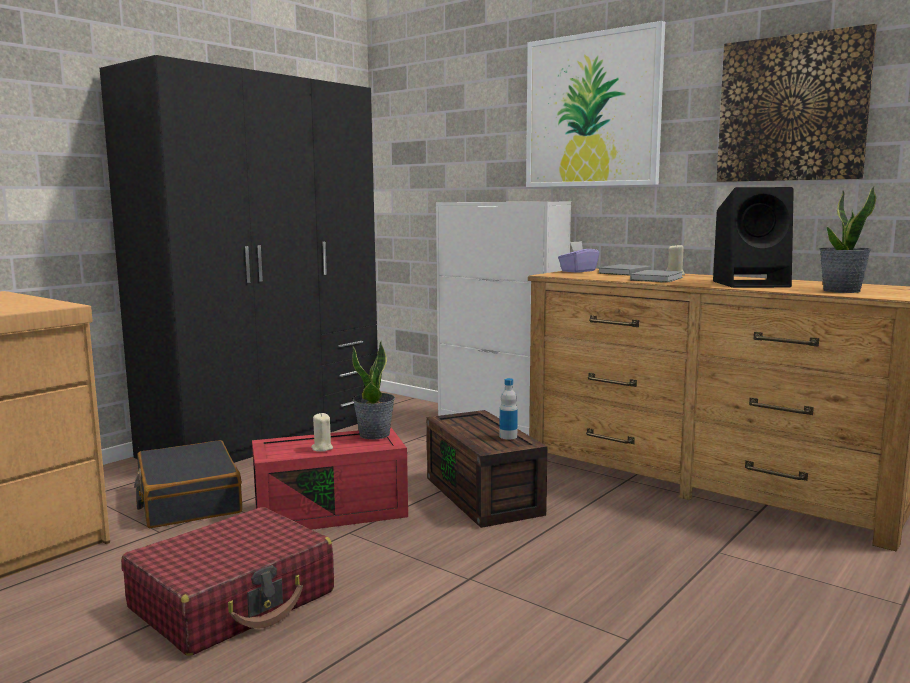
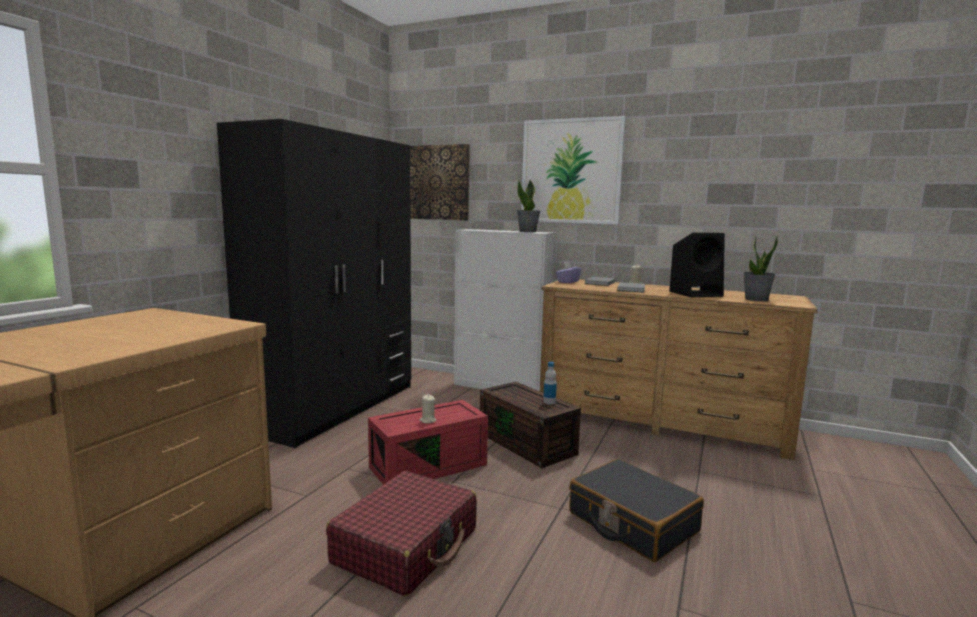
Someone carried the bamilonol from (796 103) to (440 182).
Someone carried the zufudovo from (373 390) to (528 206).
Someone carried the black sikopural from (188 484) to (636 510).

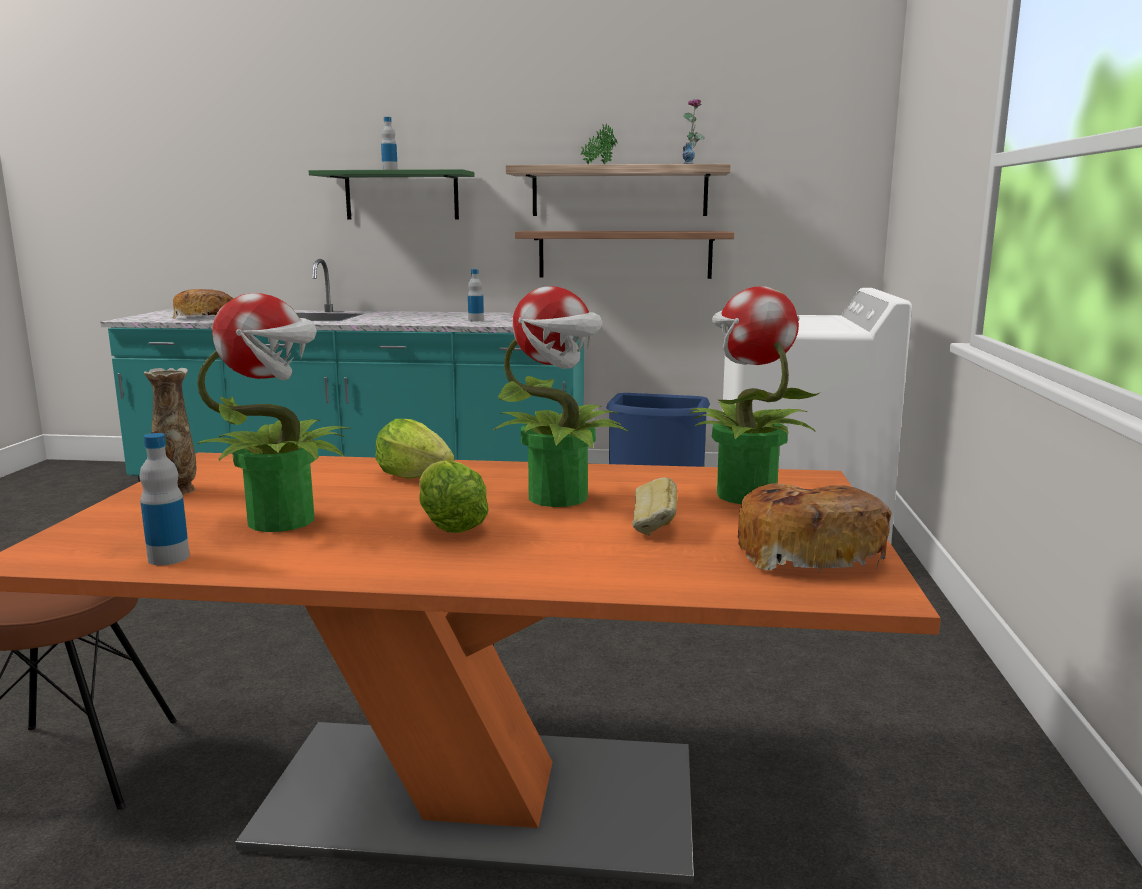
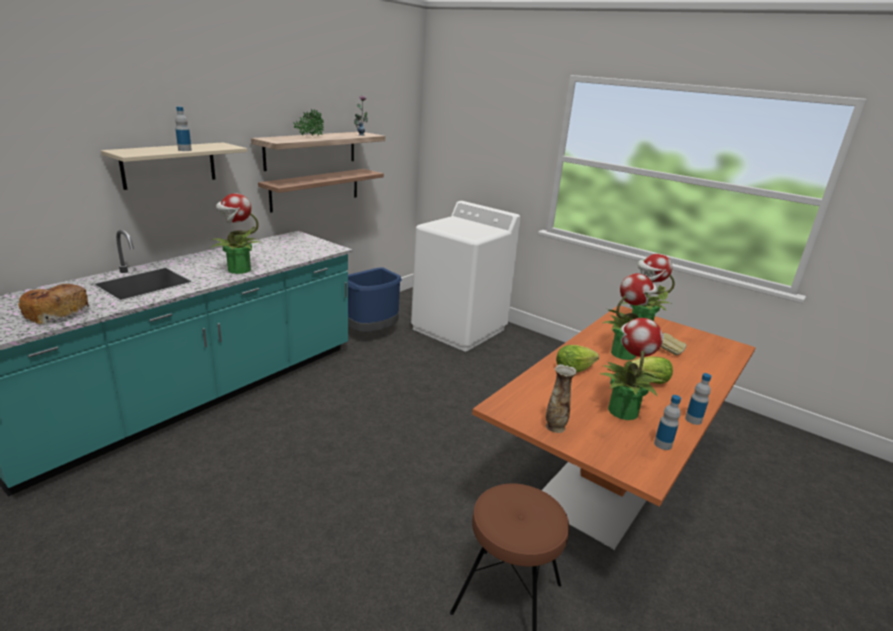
Someone repainted the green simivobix at (392 194), which became the beige simivobix at (174 166).
Someone put down the zufudovo at (235 233).
Someone carried the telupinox from (476 295) to (698 399).
Someone took away the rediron at (814 527).

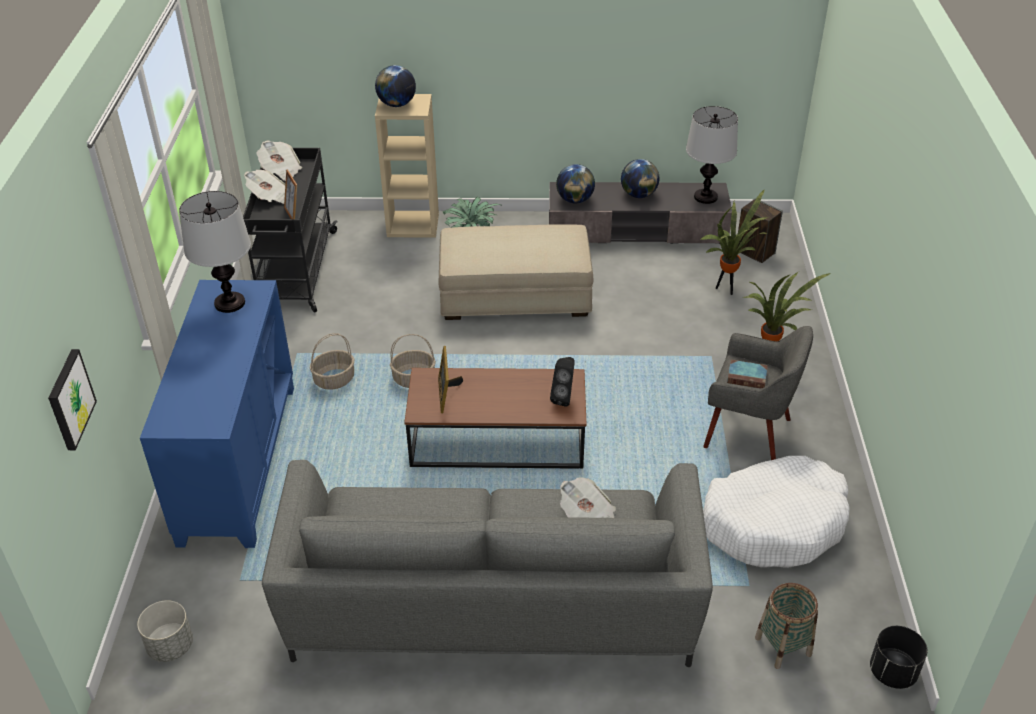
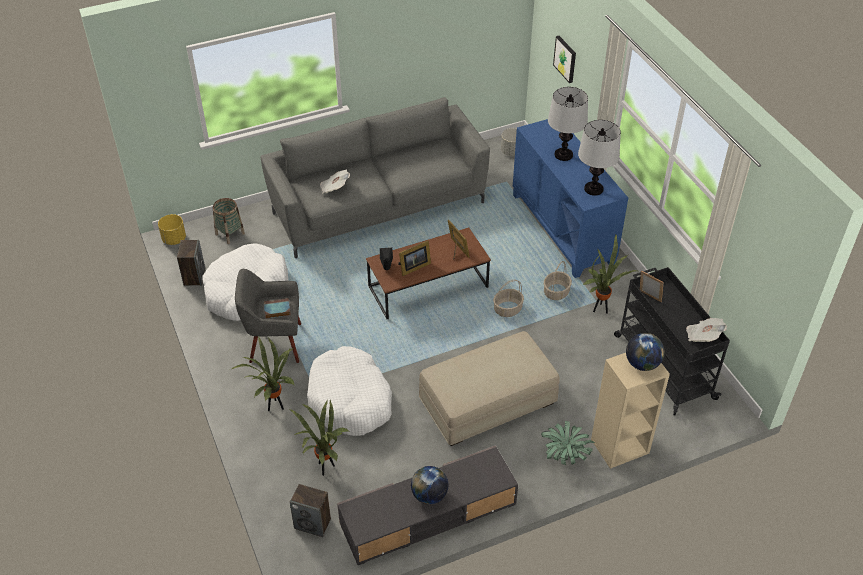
Someone repainted the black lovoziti at (898 657), which became the yellow lovoziti at (172 229).
Someone put down the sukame at (191 263).
Someone put down the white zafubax at (349 391).
Someone put down the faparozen at (414 258).
Someone carried the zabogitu from (712 155) to (568 124).
Someone put down the zufudovo at (610 274).
Someone took away the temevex at (264 187).
Someone took away the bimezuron at (575 183).

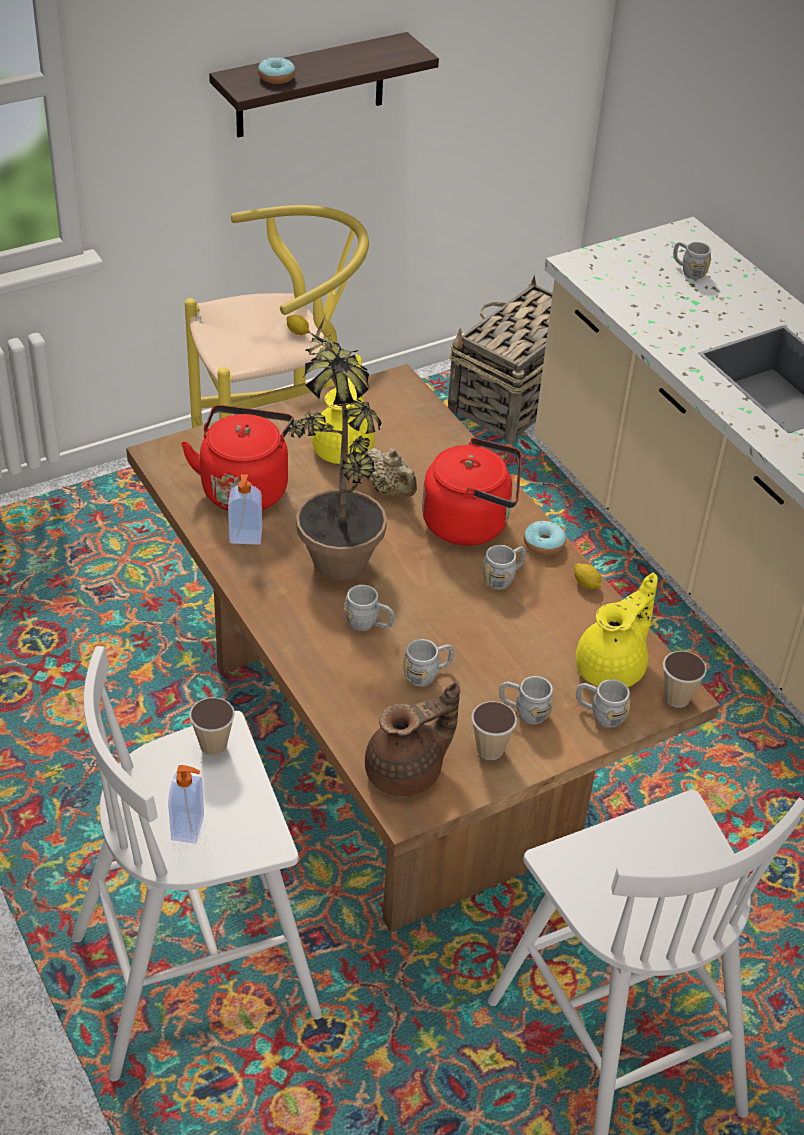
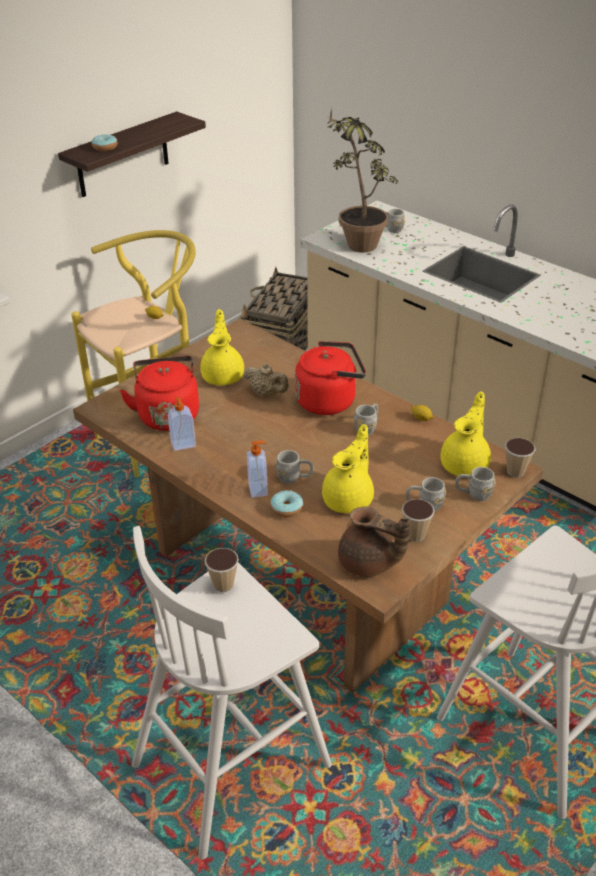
Someone carried the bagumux from (186 804) to (257 469).
Someone carried the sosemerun from (545 538) to (286 503).
Someone swapped the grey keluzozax at (428 663) for the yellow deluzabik at (348 468).
Someone carried the zufudovo from (339 445) to (362 180).
Someone rotated the brown deluzabik at (412 739) by 75 degrees clockwise.

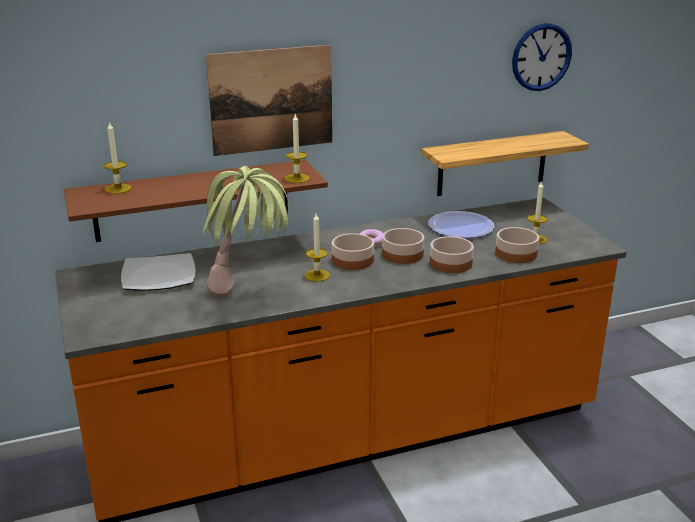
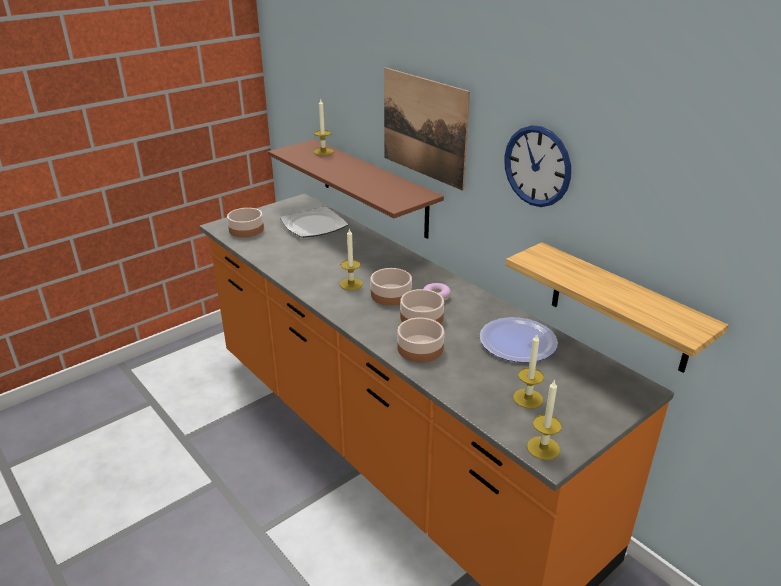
Someone carried the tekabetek from (517 245) to (245 223).
Someone carried the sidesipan from (542 57) to (537 166).
Someone carried the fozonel from (297 148) to (544 419).
Someone took away the zufudovo at (246 231).

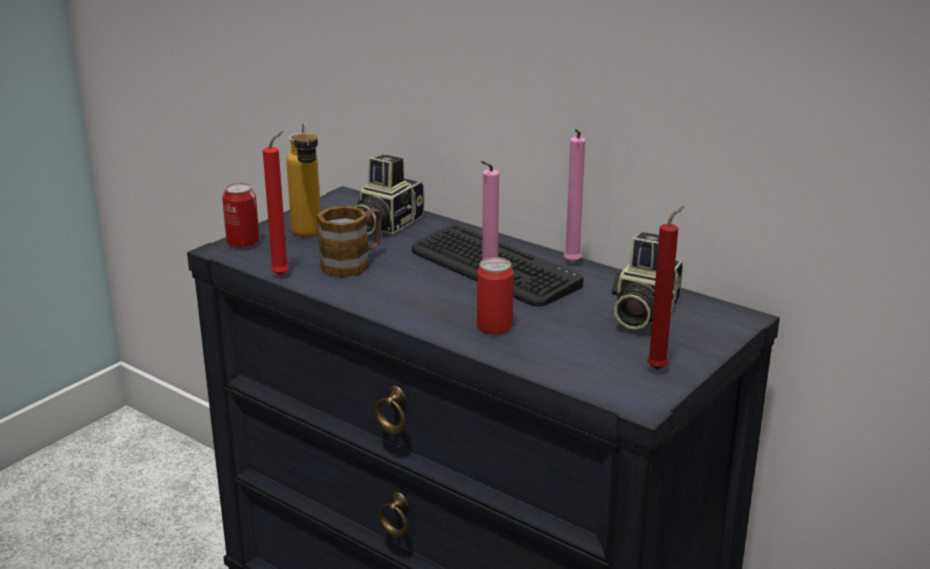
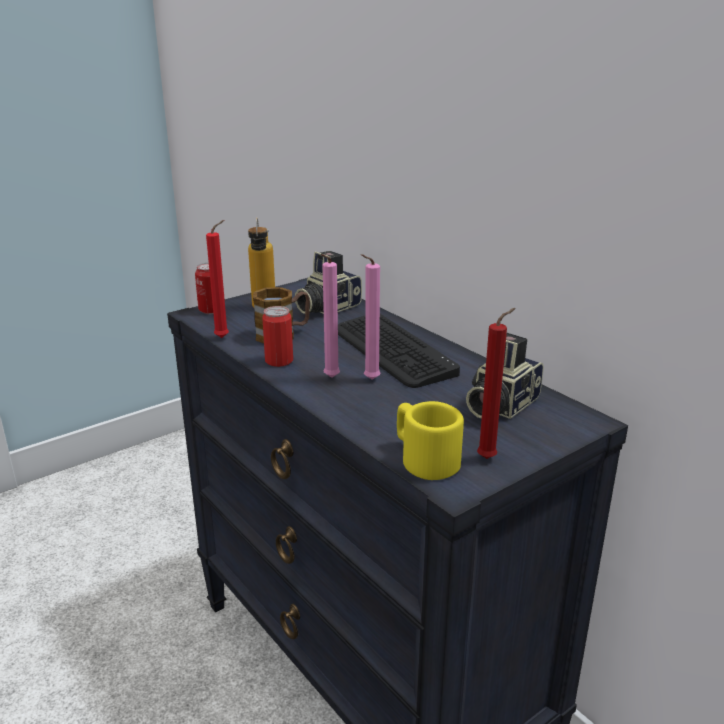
Someone carried the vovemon from (495 295) to (277 336).
Someone carried the pink fozonel from (574 196) to (330 316).
Someone put down the yellow keluzozax at (430 440).

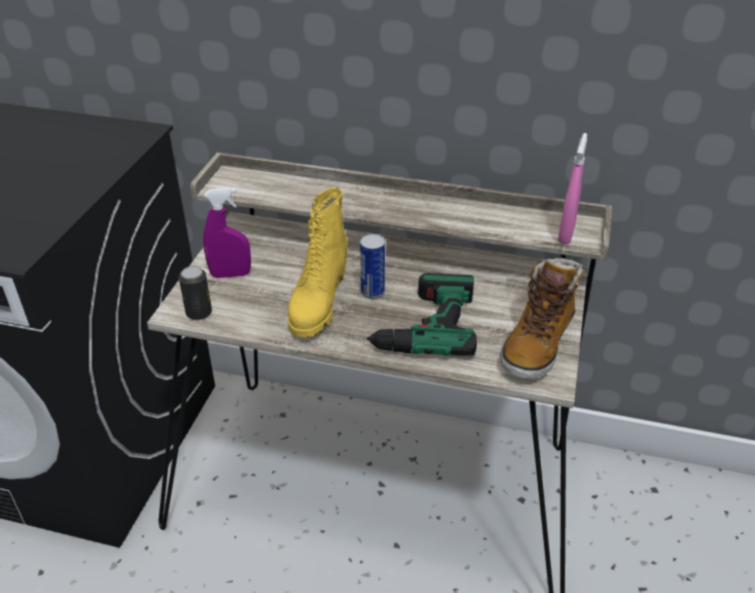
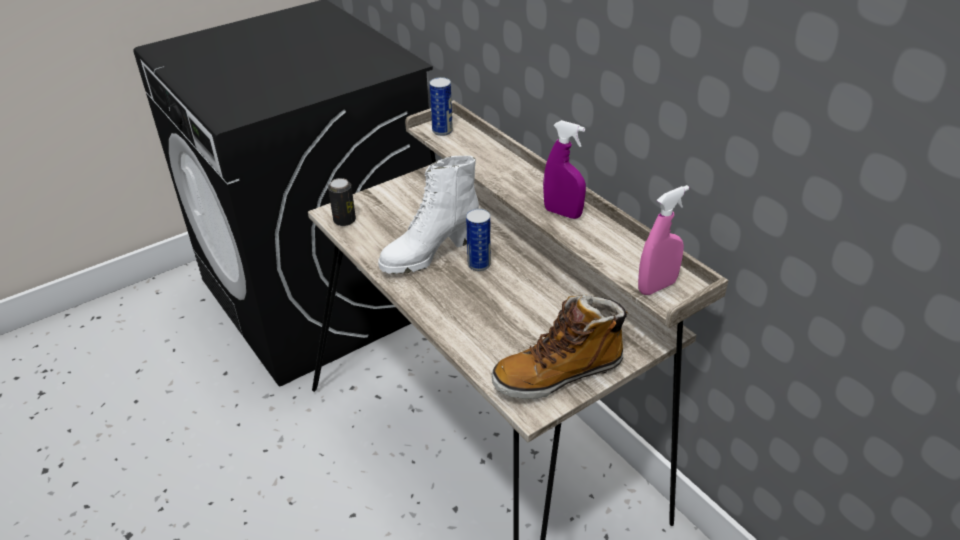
Someone repainted the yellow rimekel at (318 263), which became the white rimekel at (428 215).
Someone put down the vovemon at (441 106).
Someone carried the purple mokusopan from (227 233) to (564 169).
Someone took away the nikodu at (410 314).

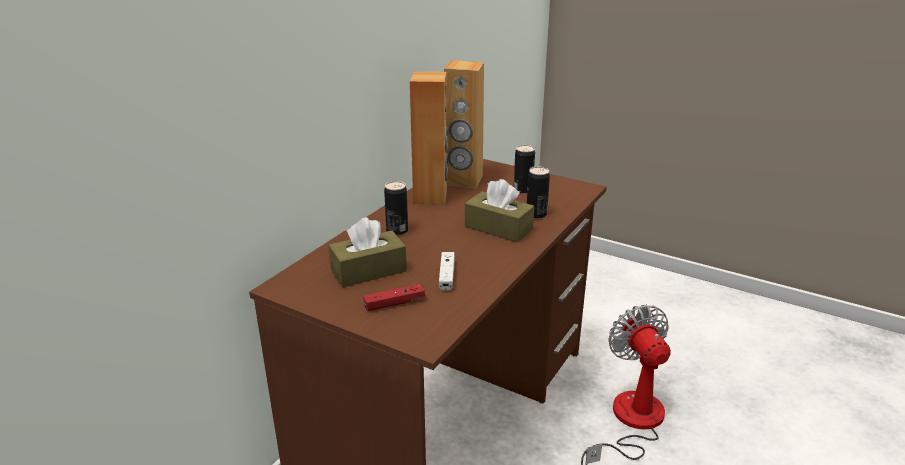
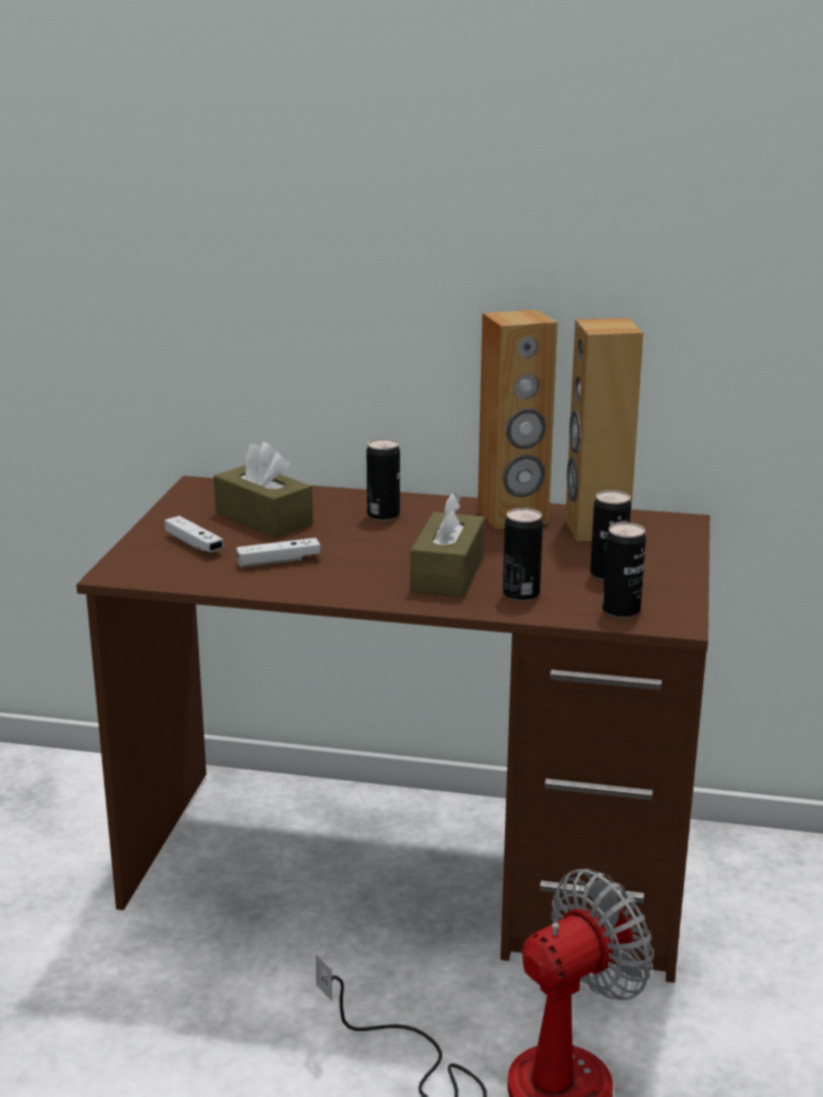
Someone repainted the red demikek at (394 297), which became the white demikek at (194 534).
Someone put down the vovemon at (624 570).

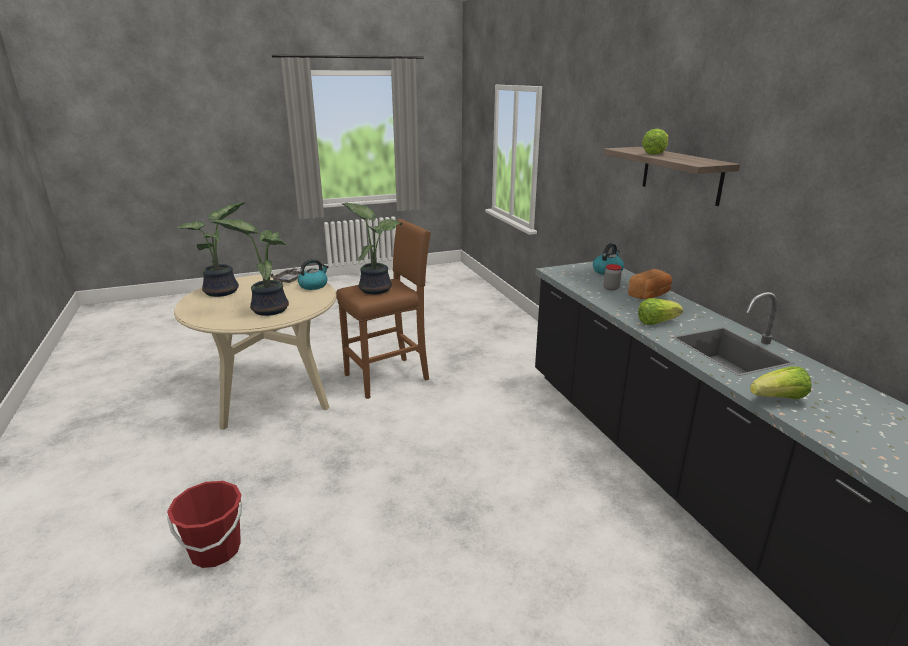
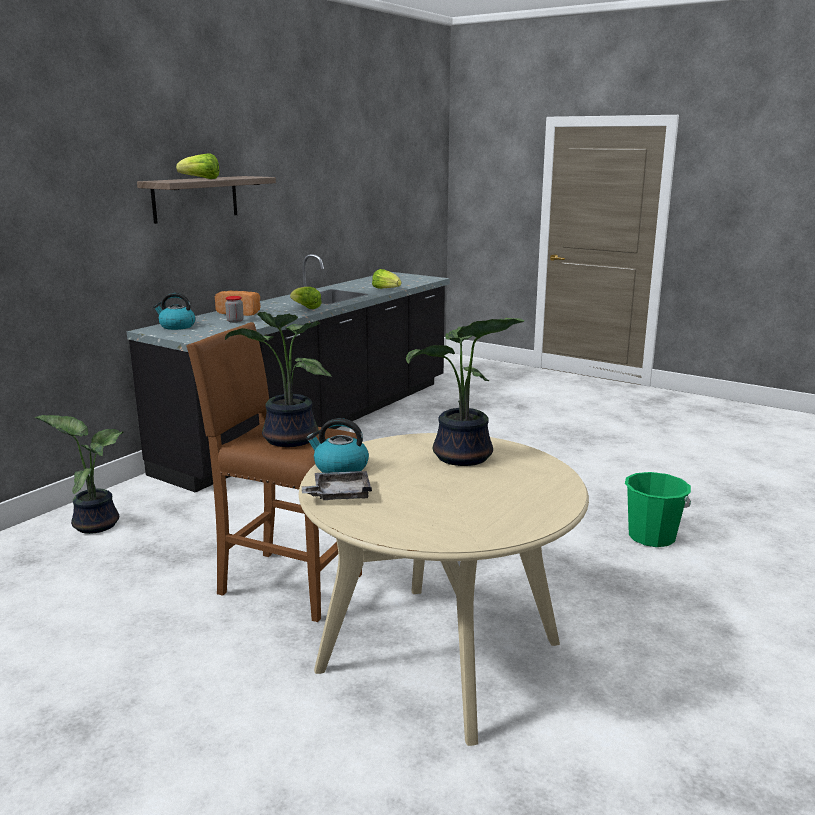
Someone carried the zufudovo from (211 249) to (79 474).
Someone repainted the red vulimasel at (204 524), which became the green vulimasel at (658 509).

